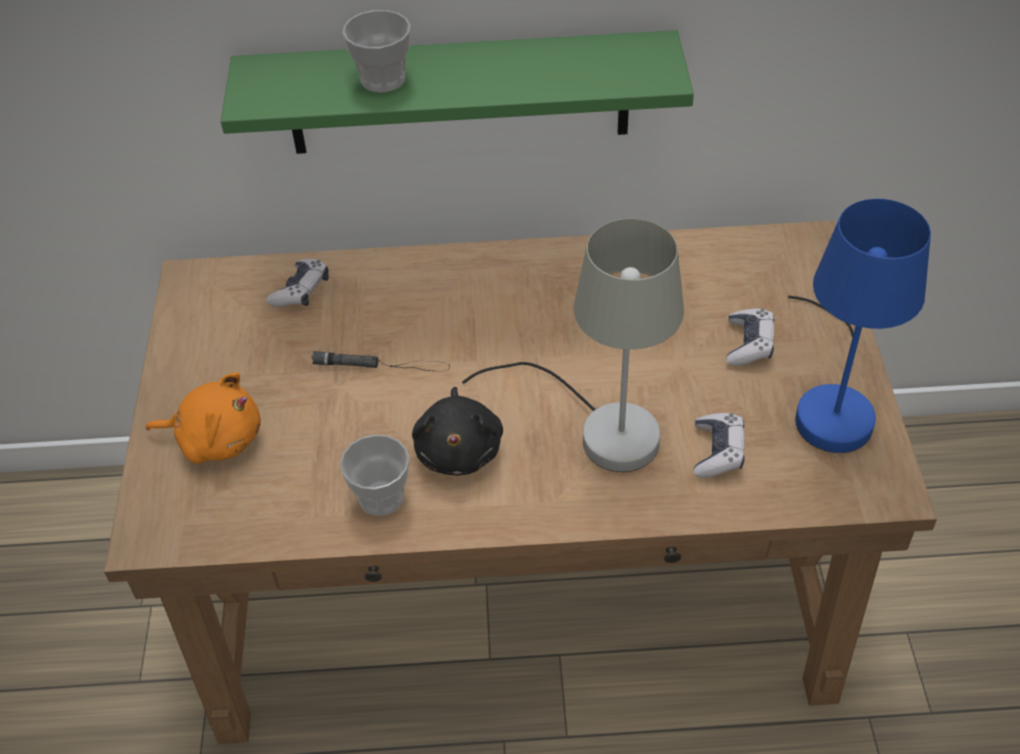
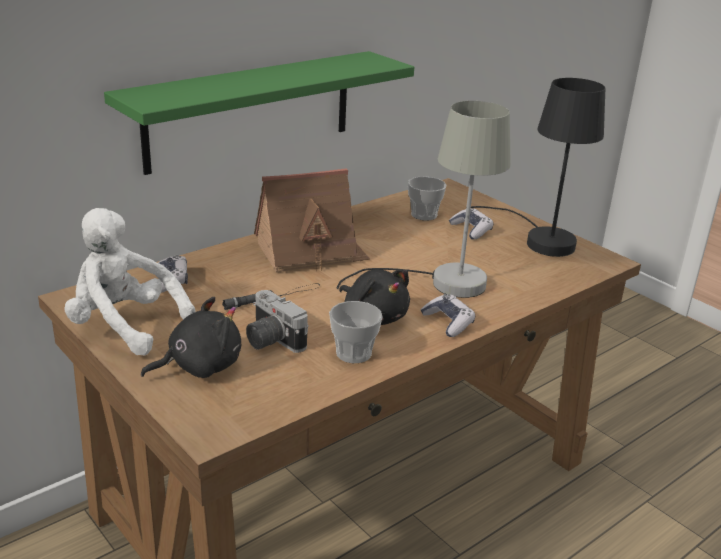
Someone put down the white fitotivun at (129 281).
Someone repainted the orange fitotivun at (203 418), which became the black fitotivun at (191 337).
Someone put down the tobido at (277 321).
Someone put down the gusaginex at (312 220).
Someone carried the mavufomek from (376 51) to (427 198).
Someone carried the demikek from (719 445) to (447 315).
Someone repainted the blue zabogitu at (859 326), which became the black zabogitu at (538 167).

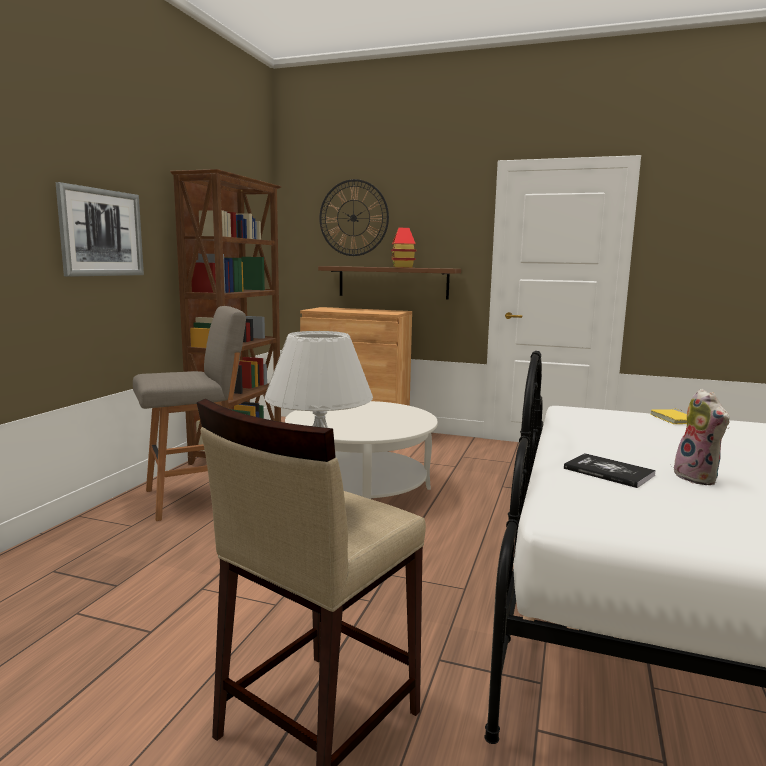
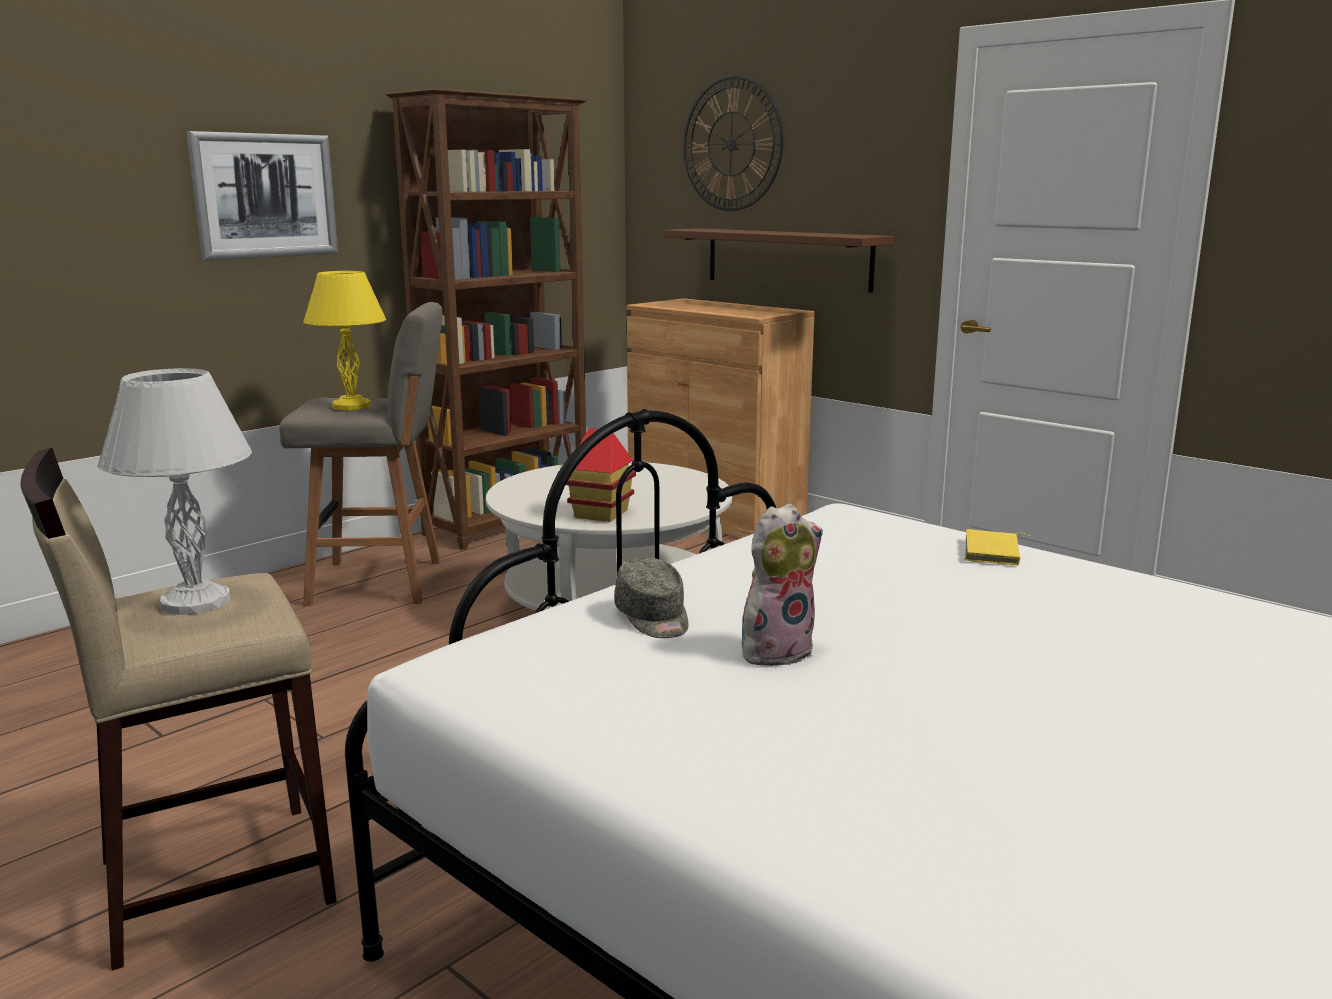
Someone put down the yellow zabogitu at (345 340).
Someone carried the gusaginex from (403 248) to (601 475).
Someone swapped the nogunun at (610 470) for the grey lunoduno at (652 598).
Someone rotated the fitotivun at (702 437) by 135 degrees counterclockwise.

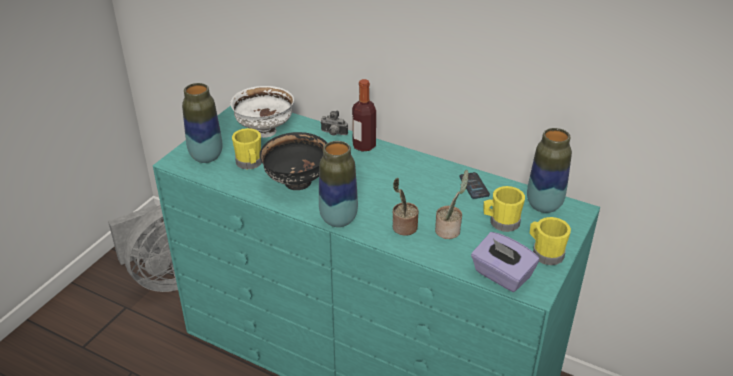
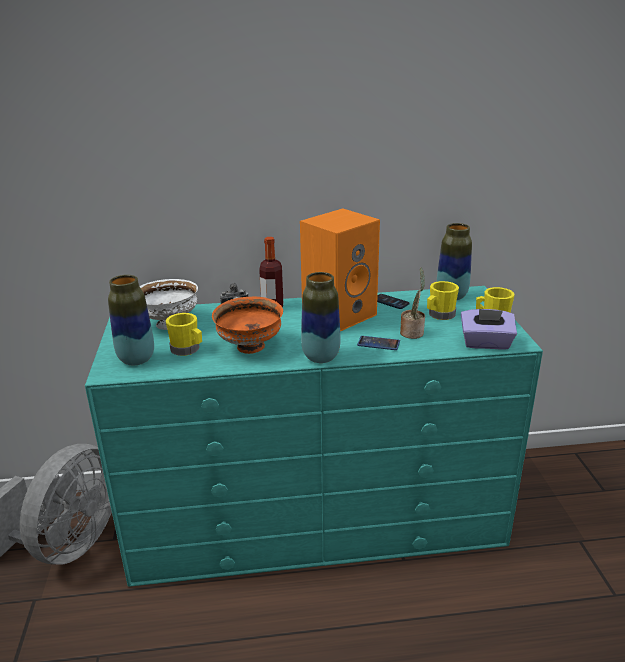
Someone repainted the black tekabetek at (293 161), which became the orange tekabetek at (247 325).
Someone put down the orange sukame at (340 269).
Someone swapped the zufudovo at (406 207) for the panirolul at (378 343).

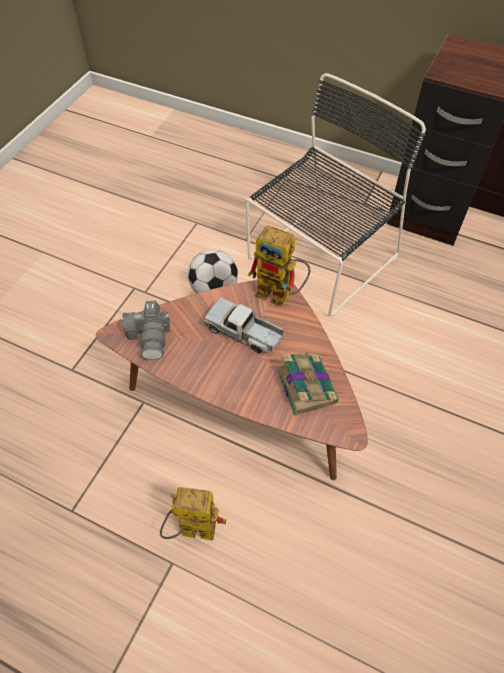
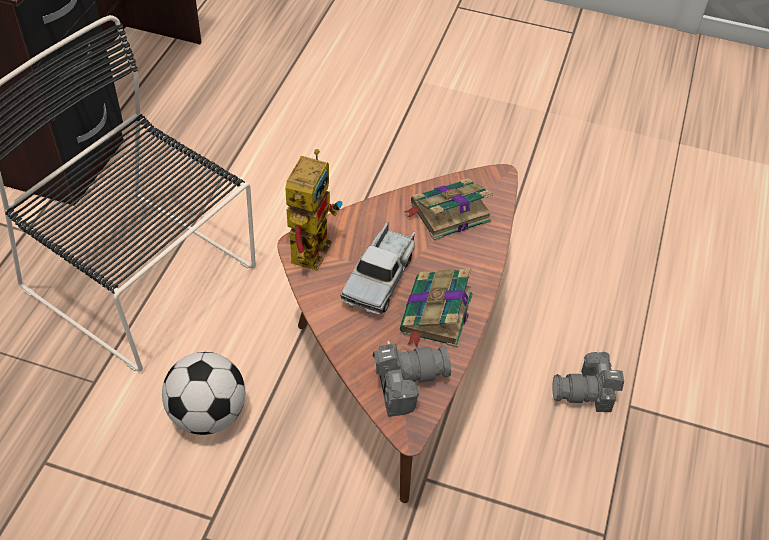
Someone put down the nogunun at (436 307).
Someone swapped the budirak at (193 513) for the tobido at (588 381).

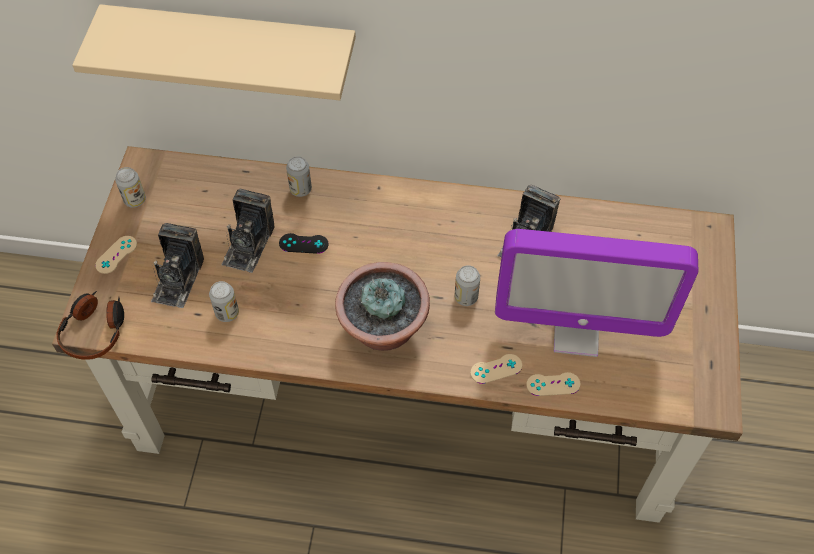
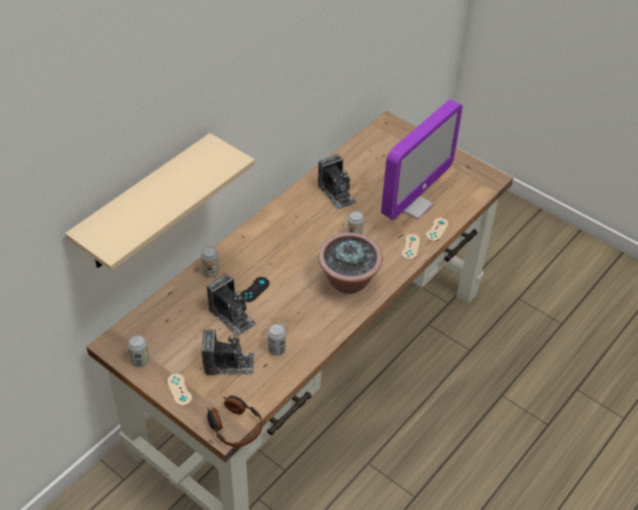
Someone rotated the tobido at (177 265) by 45 degrees counterclockwise.

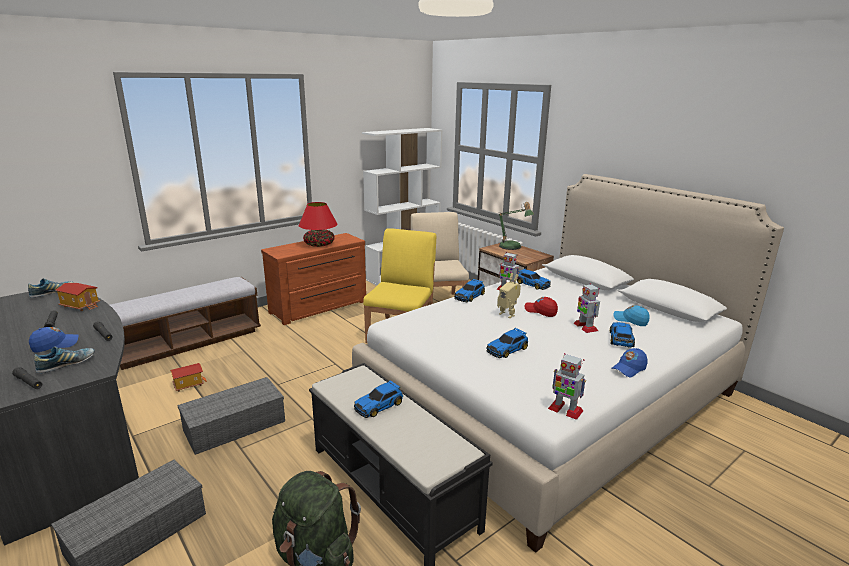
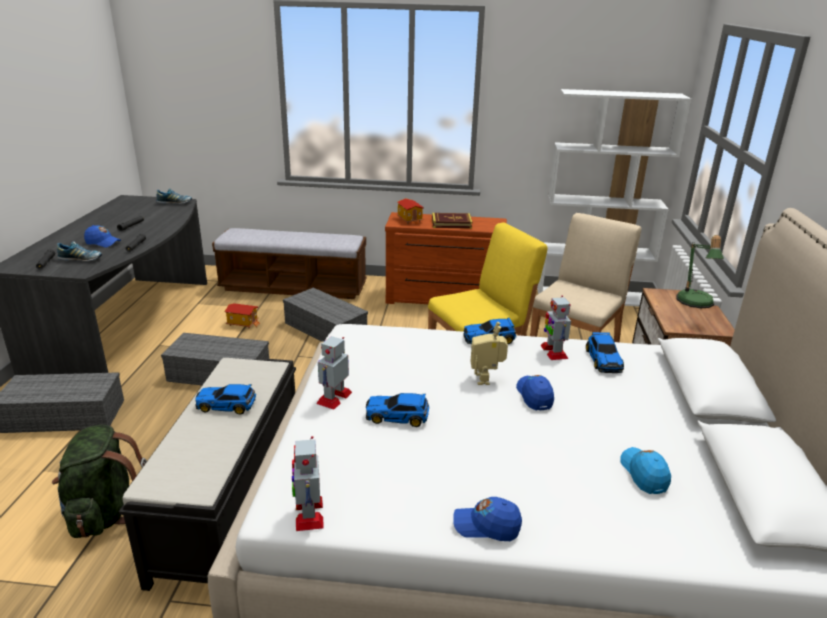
Someone put down the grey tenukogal at (325 315).
Someone carried the budirak from (587 308) to (334 373).
Someone carried the gusaginex from (77 297) to (410 211).
Someone swapped the red zabogitu at (318 224) for the nogunun at (452 220).
Someone repainted the red lunoduno at (541 307), which became the blue lunoduno at (535 392).
Someone took away the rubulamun at (622 335).

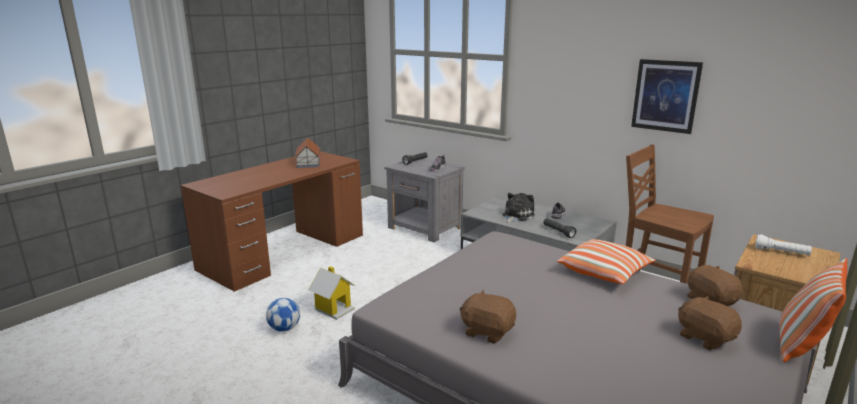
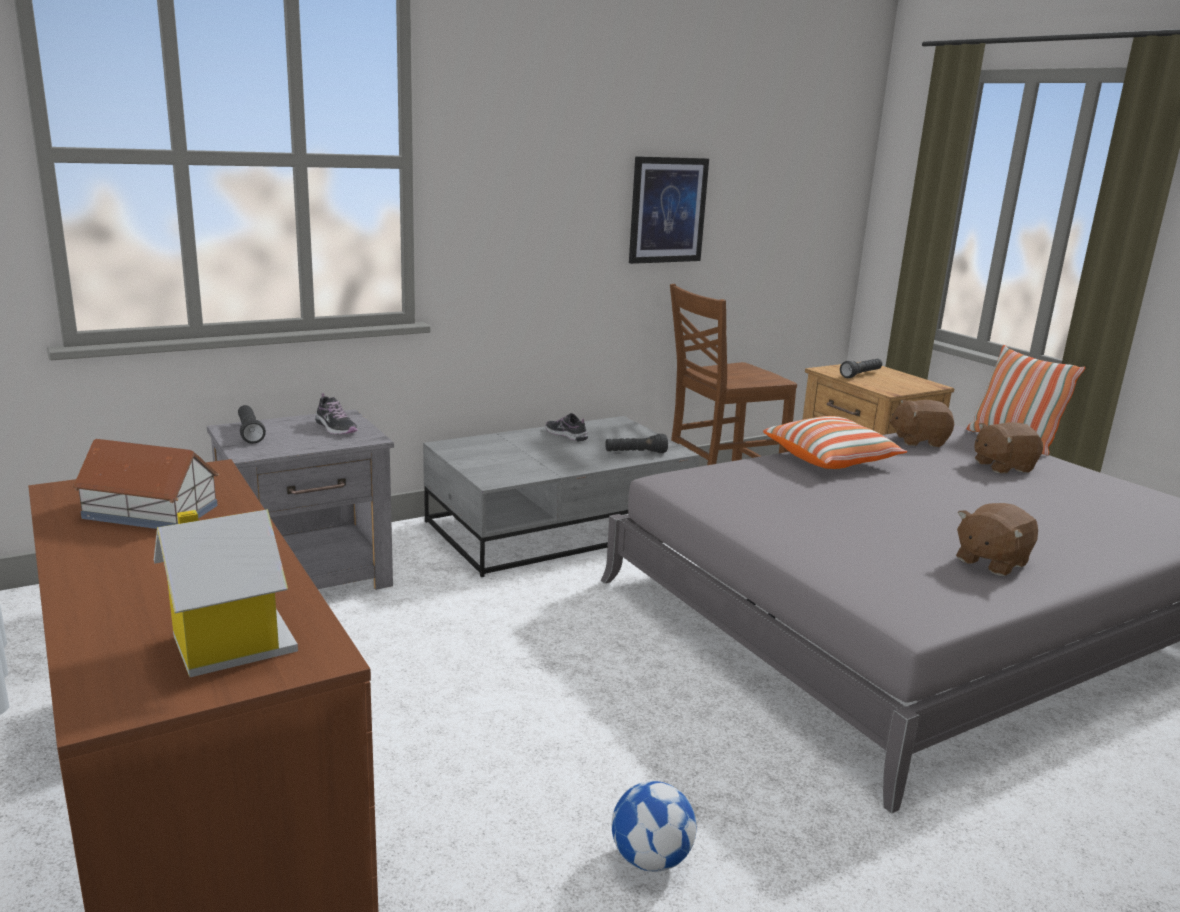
Someone carried the gusaginex from (331 293) to (226 593).
Someone repainted the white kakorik at (783 244), which became the black kakorik at (861 368).
Someone took away the fitotivun at (518 208).

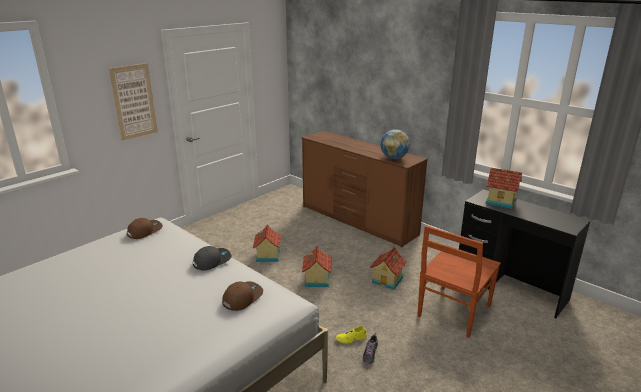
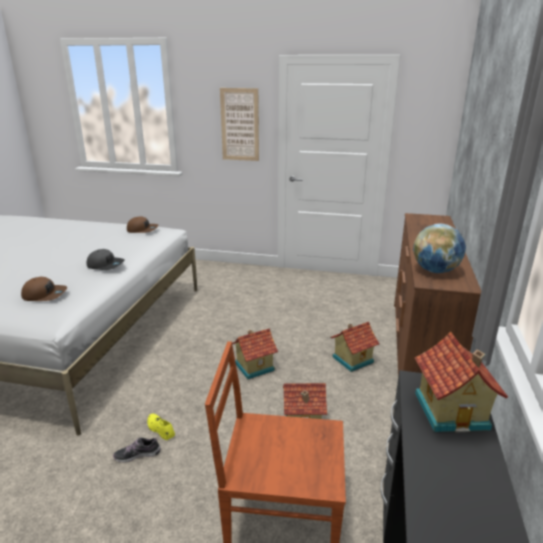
Someone carried the gusaginex from (267 243) to (355 347).

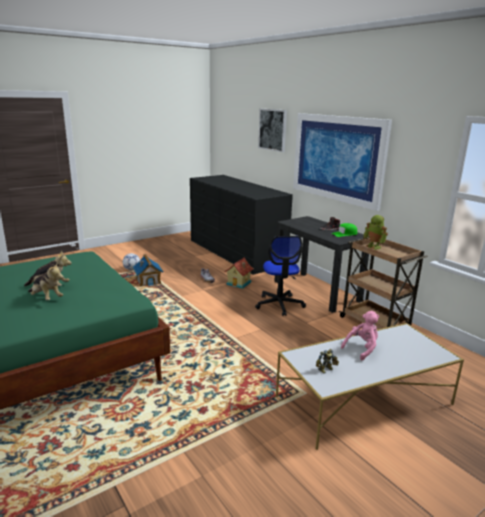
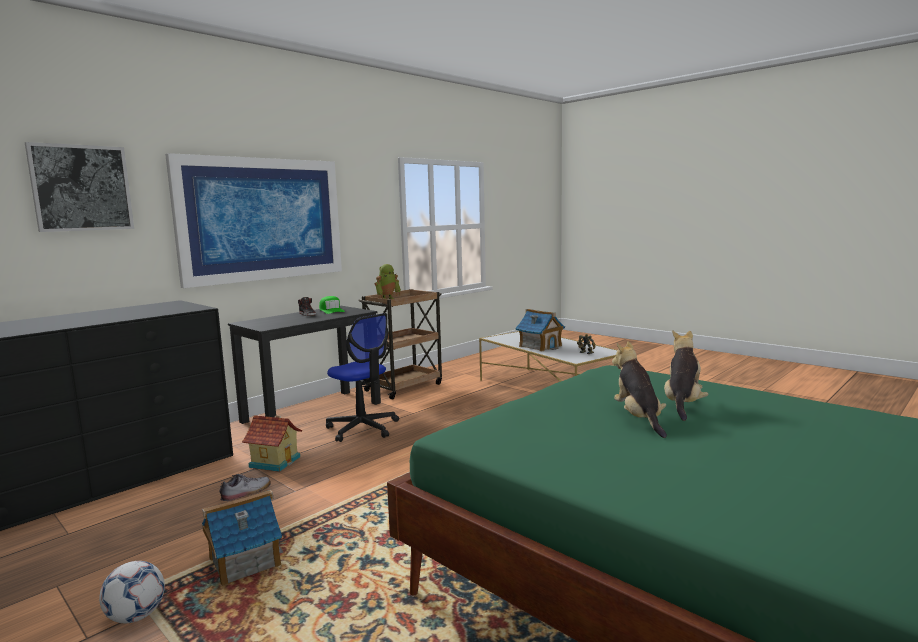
Someone rotated the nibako at (280 276) by 60 degrees clockwise.
Someone swapped the pink fitotivun at (360 335) for the gusaginex at (540 330).

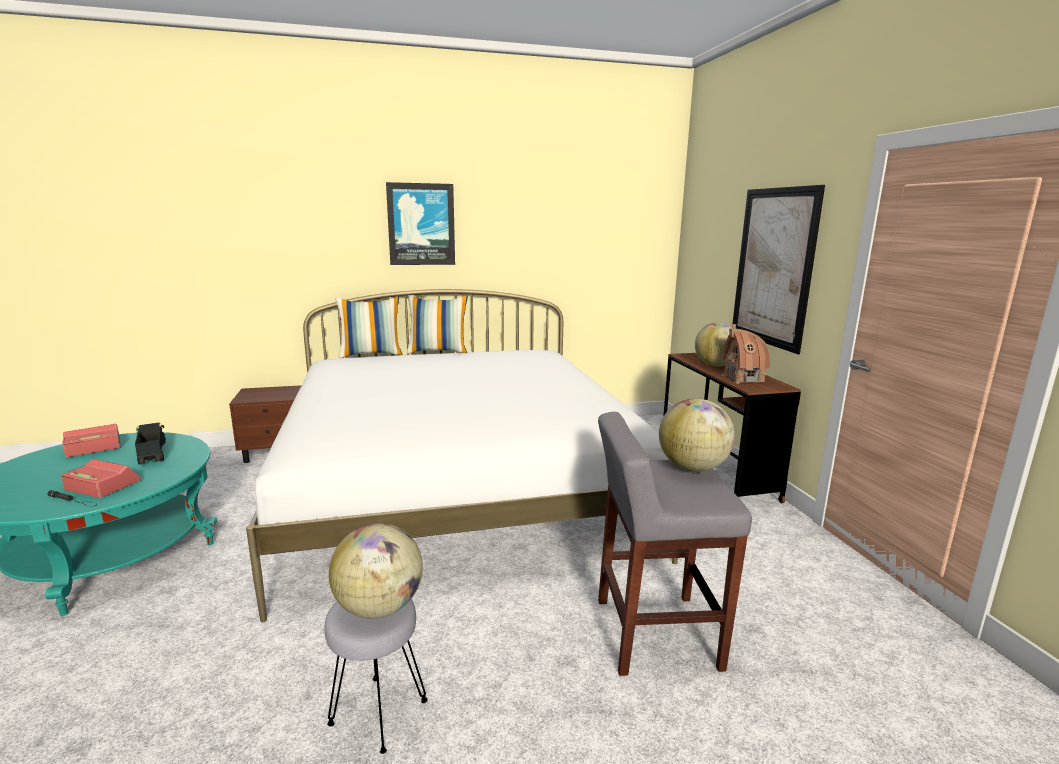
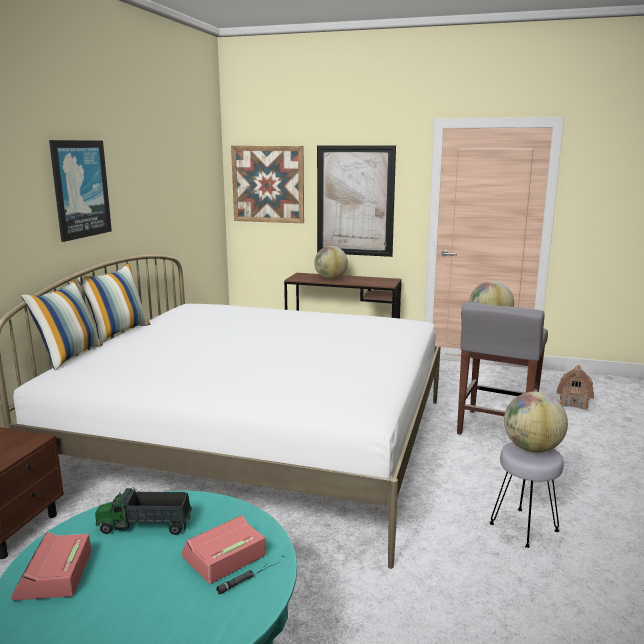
Someone put up the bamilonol at (267 184).
Someone carried the gusaginex from (746 354) to (575 387).

